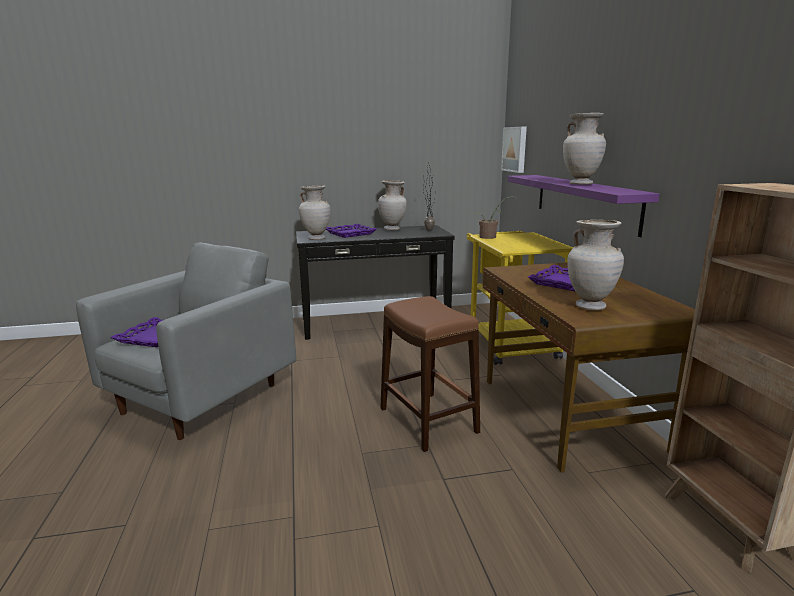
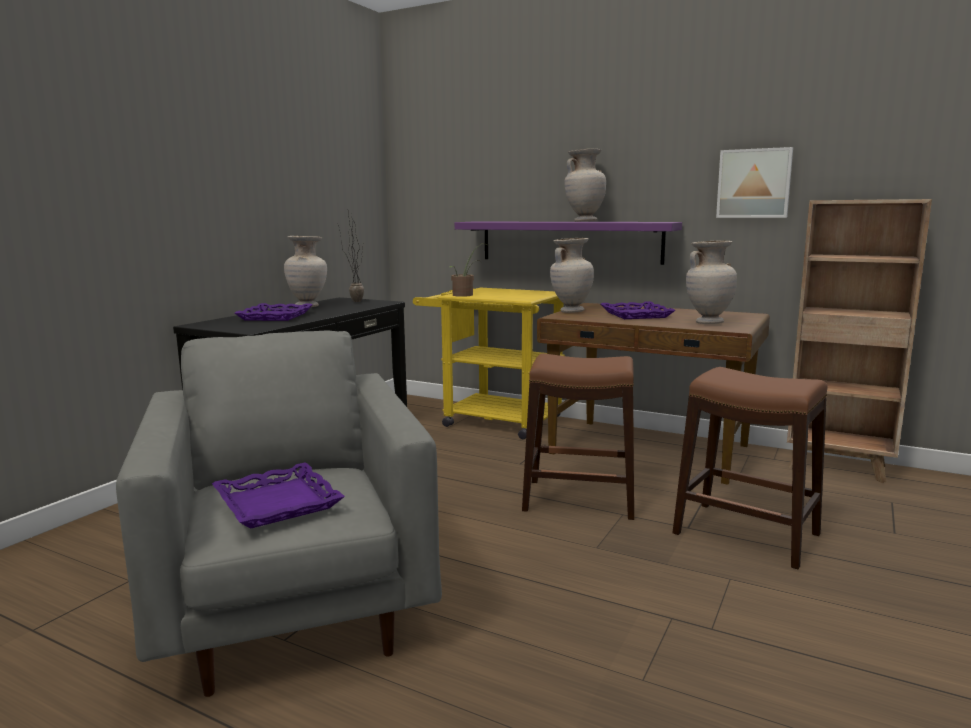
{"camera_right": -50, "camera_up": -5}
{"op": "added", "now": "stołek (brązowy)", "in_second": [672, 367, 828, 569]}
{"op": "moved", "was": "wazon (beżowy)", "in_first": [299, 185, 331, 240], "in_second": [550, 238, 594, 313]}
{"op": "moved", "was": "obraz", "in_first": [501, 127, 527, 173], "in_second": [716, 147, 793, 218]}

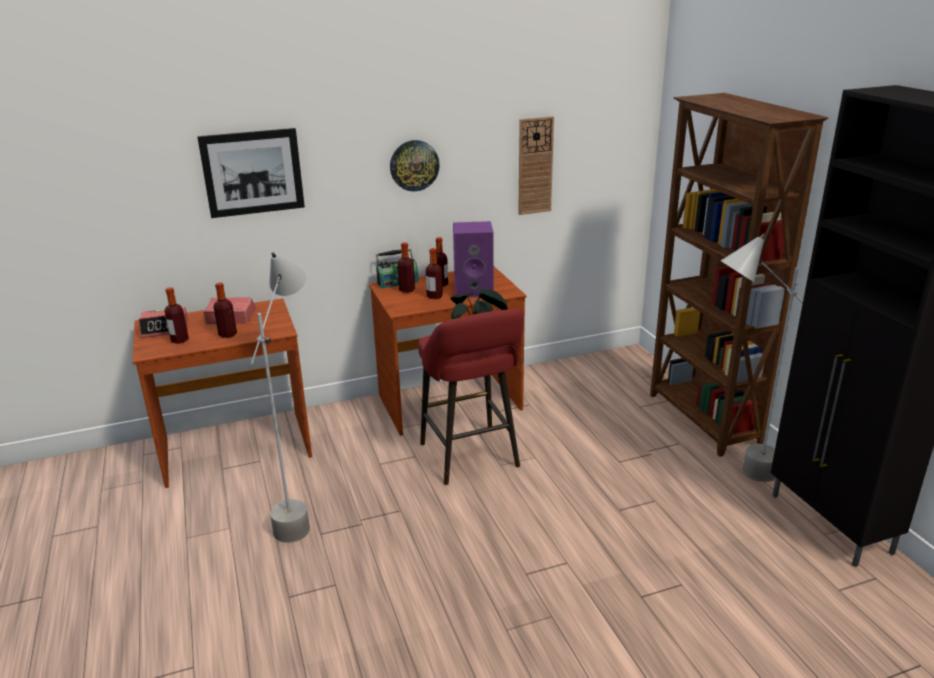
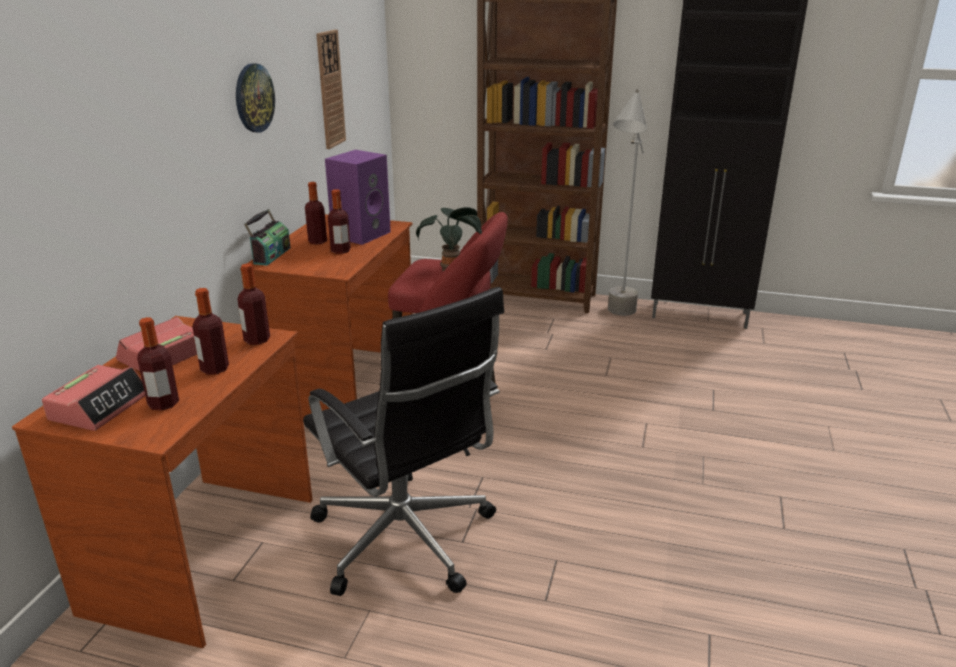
{"camera_right": -55, "camera_up": 0}
{"op": "removed", "was": "obraz", "in_first": [197, 128, 305, 218]}
{"op": "moved", "was": "butelka", "in_first": [398, 242, 415, 293], "in_second": [237, 263, 270, 345]}
{"op": "replaced", "was": "lampa stojąca (szary)", "now": "krzesło biurowe (czarny)", "in_first": [251, 252, 310, 543], "in_second": [303, 287, 504, 596]}

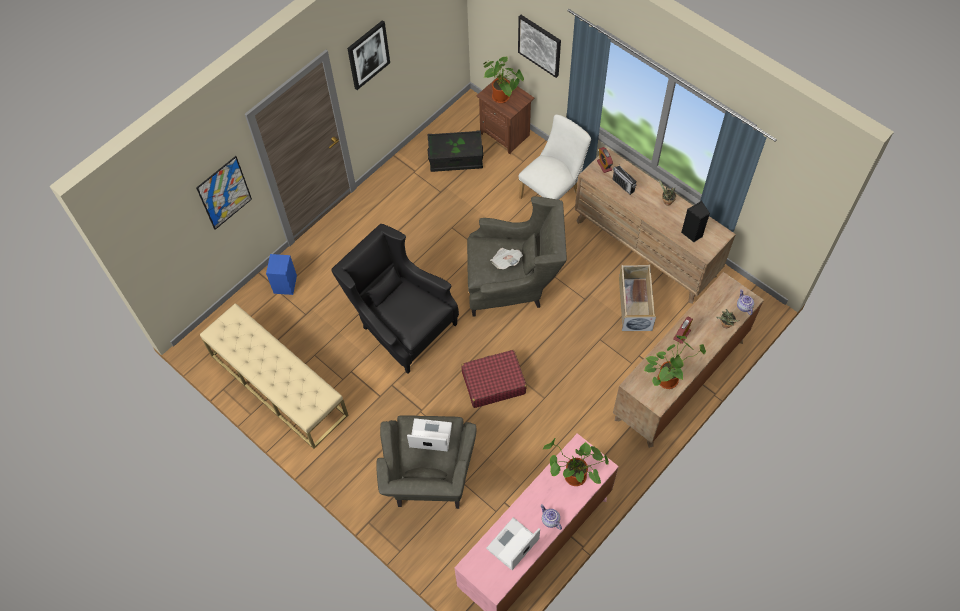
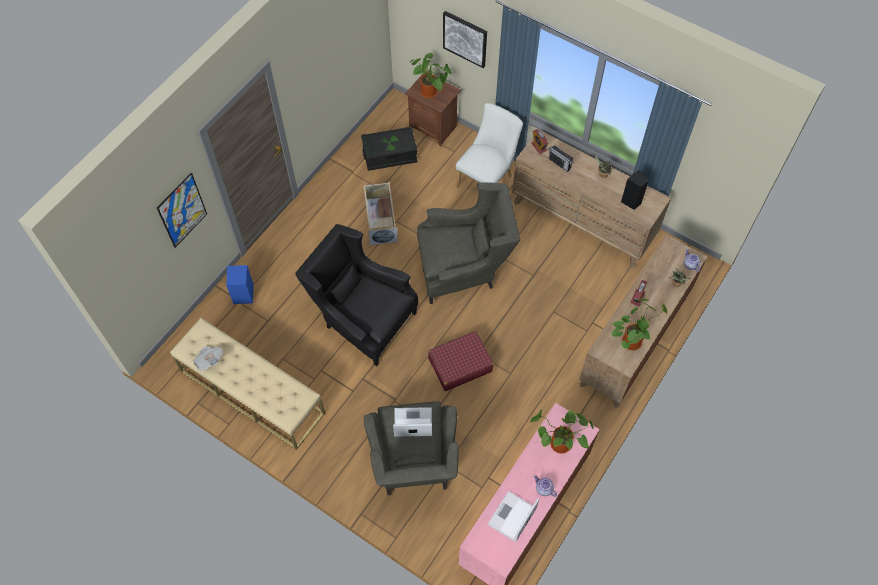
{"camera_right": -10, "camera_up": 0}
{"op": "removed", "was": "obraz", "in_first": [347, 20, 390, 90]}
{"op": "moved", "was": "gazeta", "in_first": [490, 248, 523, 269], "in_second": [193, 346, 223, 371]}
{"op": "moved", "was": "pojemnik do przechowywania (beżowy)", "in_first": [619, 264, 656, 331], "in_second": [363, 182, 398, 245]}

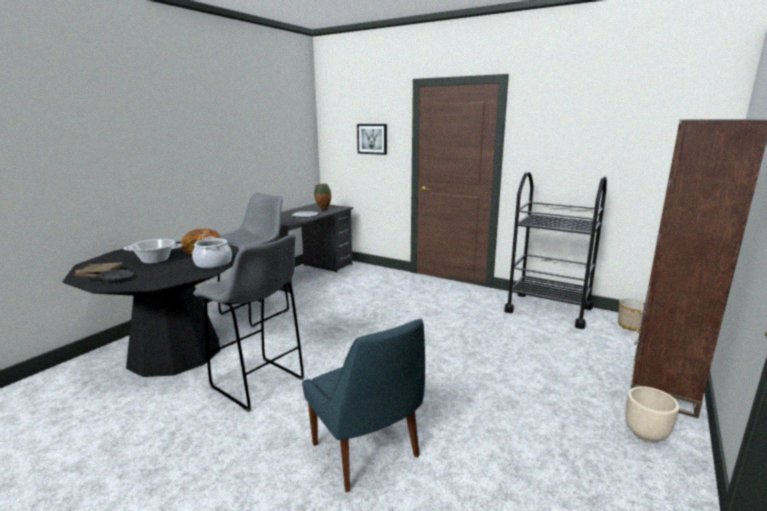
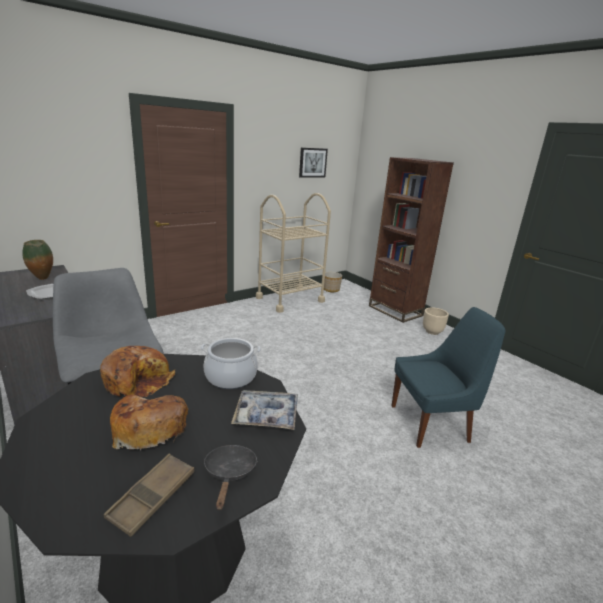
{"camera_right": -70, "camera_up": 5}
{"op": "removed", "was": "stołek (szary)", "in_first": [193, 234, 304, 412]}
{"op": "added", "now": "taca", "in_second": [231, 390, 298, 430]}
{"op": "moved", "was": "obraz", "in_first": [357, 124, 387, 155], "in_second": [299, 148, 328, 178]}
{"op": "replaced", "was": "garnek", "now": "chleb", "in_first": [124, 239, 182, 264], "in_second": [110, 394, 189, 451]}
{"op": "recoloured", "was": "wózek (czarny)", "now": "wózek (beżowy)", "in_first": [504, 172, 607, 329], "in_second": [256, 193, 331, 313]}

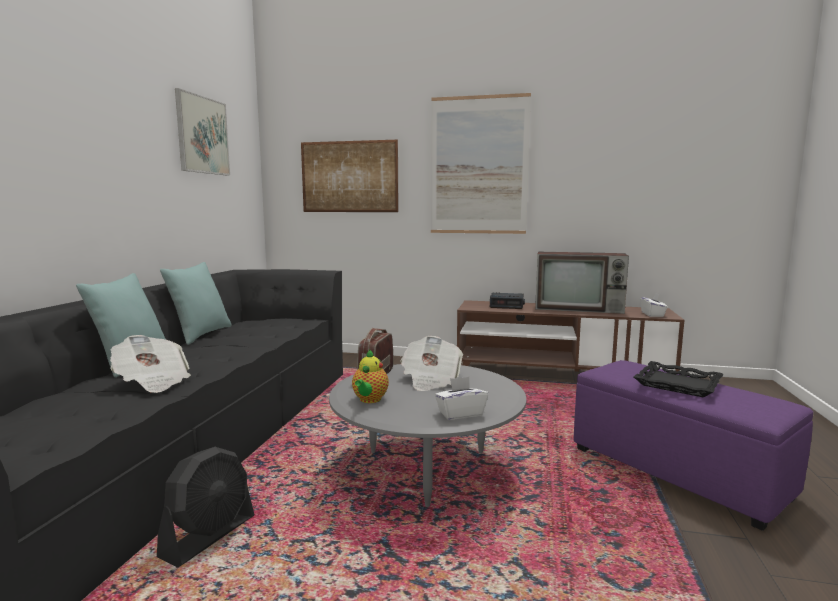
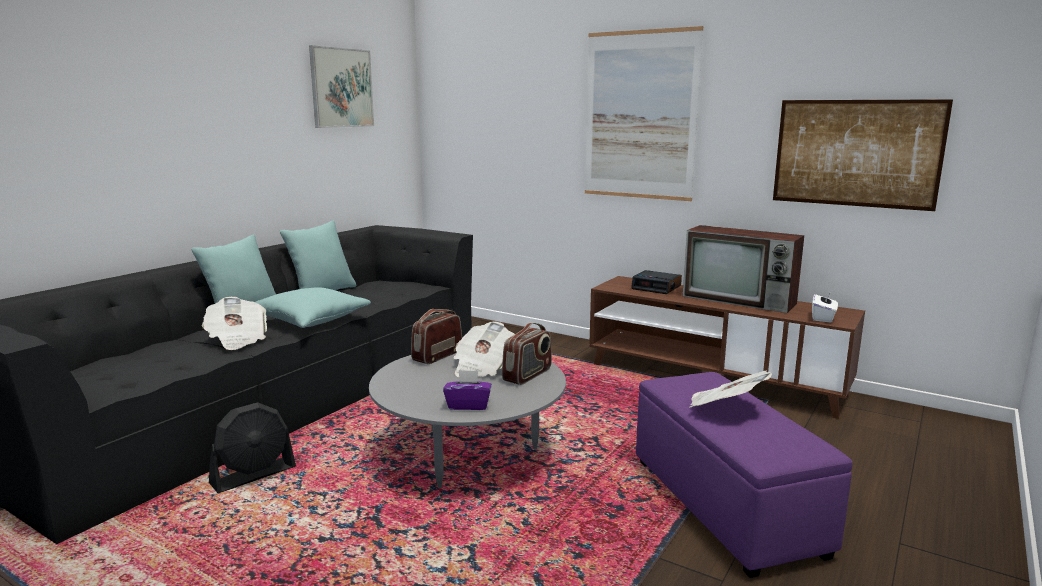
{"camera_right": 20, "camera_up": 5}
{"op": "removed", "was": "imbryk", "in_first": [352, 349, 389, 403]}
{"op": "added", "now": "poduszka (turkusowy)", "in_second": [256, 287, 371, 328]}
{"op": "added", "now": "radio", "in_second": [502, 323, 552, 385]}
{"op": "moved", "was": "obraz", "in_first": [301, 140, 399, 212], "in_second": [773, 99, 953, 211]}
{"op": "replaced", "was": "taca (czarny)", "now": "gazeta", "in_first": [634, 361, 724, 398], "in_second": [689, 370, 772, 408]}
{"op": "recoloured", "was": "pudełko chusteczek (biały)", "now": "pudełko chusteczek (fioletowy)", "in_first": [435, 377, 488, 420], "in_second": [443, 370, 492, 410]}

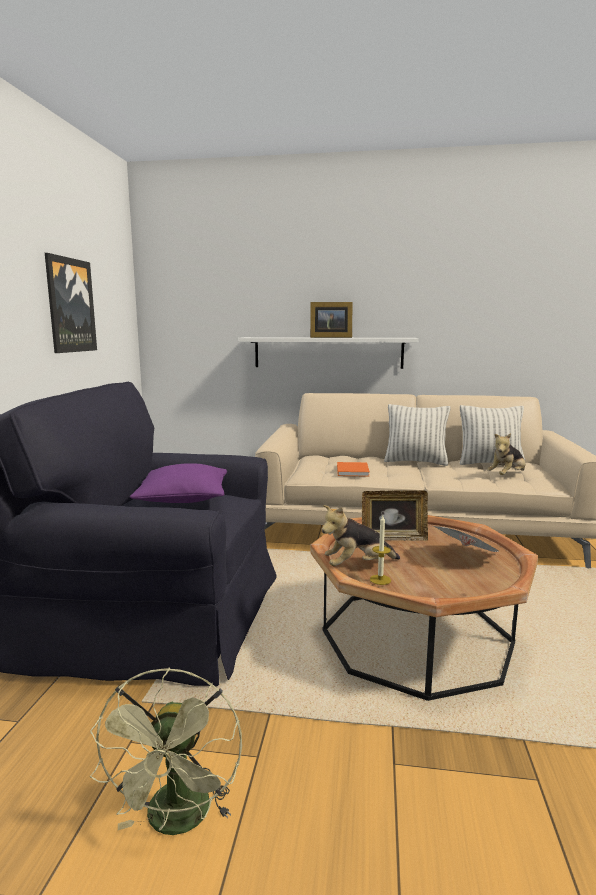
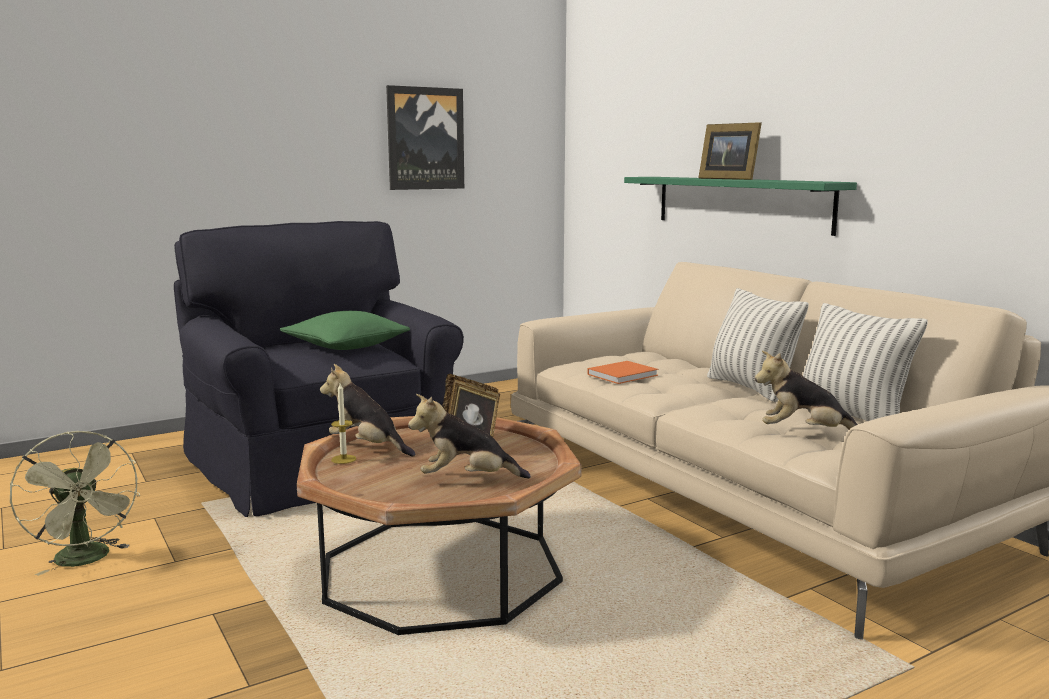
{"camera_right": 50, "camera_up": 0}
{"op": "replaced", "was": "gazeta", "now": "pluszak", "in_first": [433, 526, 498, 552], "in_second": [408, 394, 531, 478]}
{"op": "recoloured", "was": "poduszka (fioletowy)", "now": "poduszka (zielony)", "in_first": [130, 463, 227, 503], "in_second": [280, 311, 410, 350]}
{"op": "recoloured", "was": "półka (biały)", "now": "półka (zielony)", "in_first": [238, 337, 418, 369], "in_second": [624, 177, 857, 236]}
{"op": "turned", "was": "wentylator (zielony)", "in_first": [90, 667, 242, 835], "in_second": [10, 431, 140, 576], "clockwise": -90}

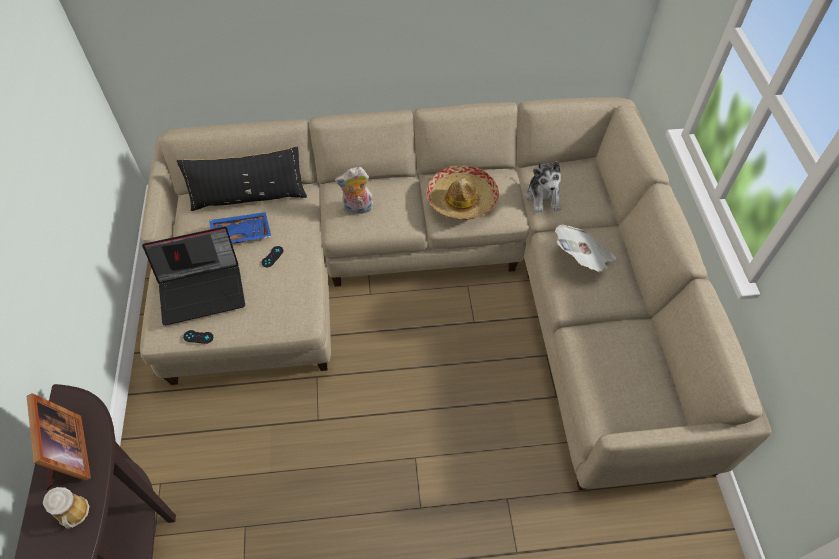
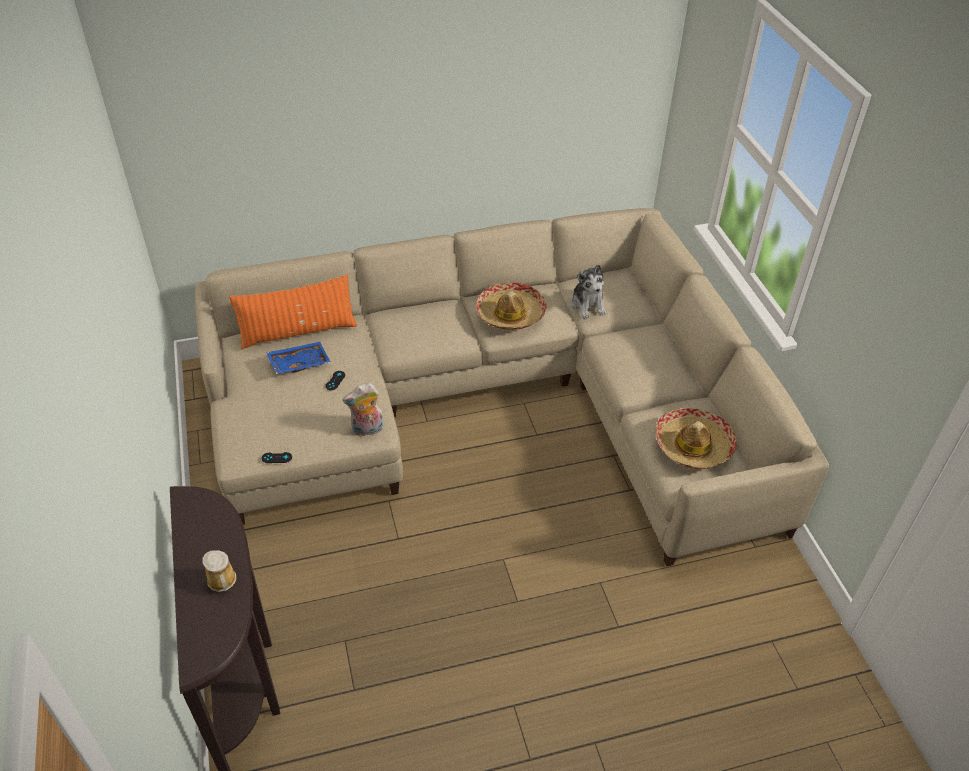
{"camera_right": -10, "camera_up": -10}
{"op": "removed", "was": "ramka na zdjęcie", "in_first": [27, 393, 91, 490]}
{"op": "removed", "was": "laptop", "in_first": [142, 227, 245, 325]}
{"op": "removed", "was": "gazeta", "in_first": [555, 224, 616, 272]}
{"op": "added", "now": "kapelusz", "in_second": [656, 408, 737, 469]}
{"op": "moved", "was": "pluszak", "in_first": [335, 167, 373, 215], "in_second": [342, 383, 384, 437]}
{"op": "recoloured", "was": "poduszka (czarny)", "now": "poduszka (pomarańczowy)", "in_first": [177, 146, 307, 211], "in_second": [229, 274, 357, 349]}

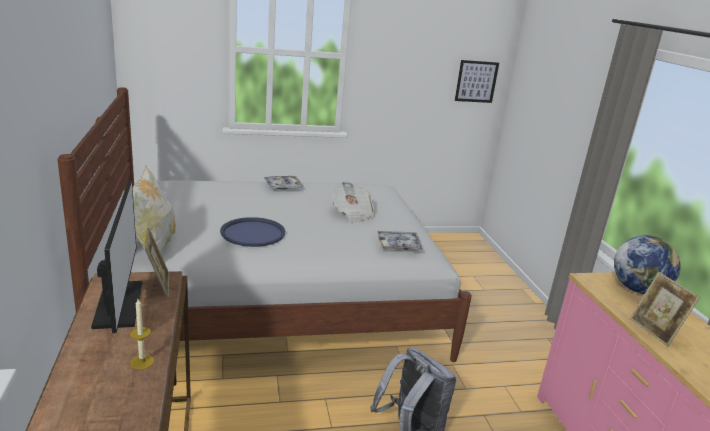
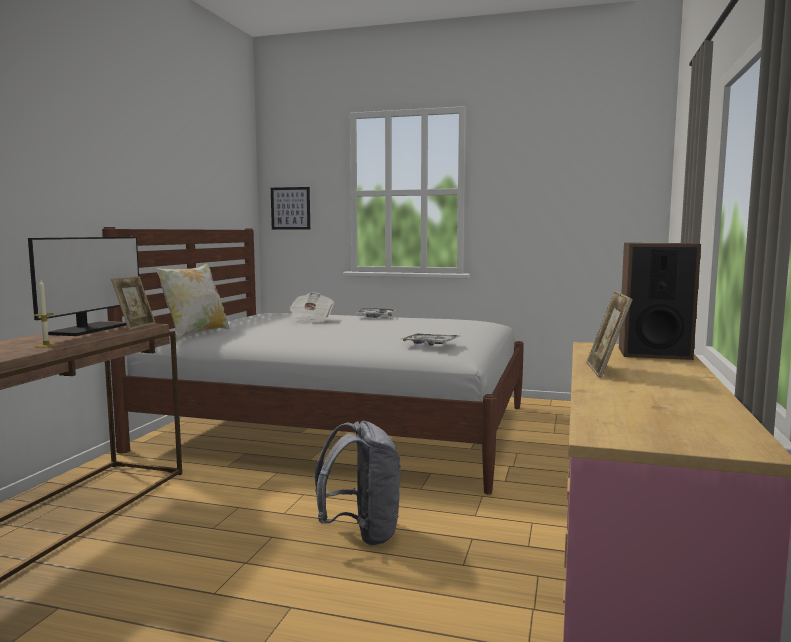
{"camera_right": 30, "camera_up": -15}
{"op": "removed", "was": "taca (niebieski)", "in_first": [220, 217, 285, 247]}
{"op": "moved", "was": "gazeta", "in_first": [332, 181, 374, 223], "in_second": [289, 293, 334, 324]}
{"op": "moved", "was": "obraz", "in_first": [455, 60, 499, 103], "in_second": [271, 187, 310, 230]}
{"op": "replaced", "was": "globus", "now": "głośnik", "in_first": [614, 235, 681, 294], "in_second": [619, 243, 701, 360]}

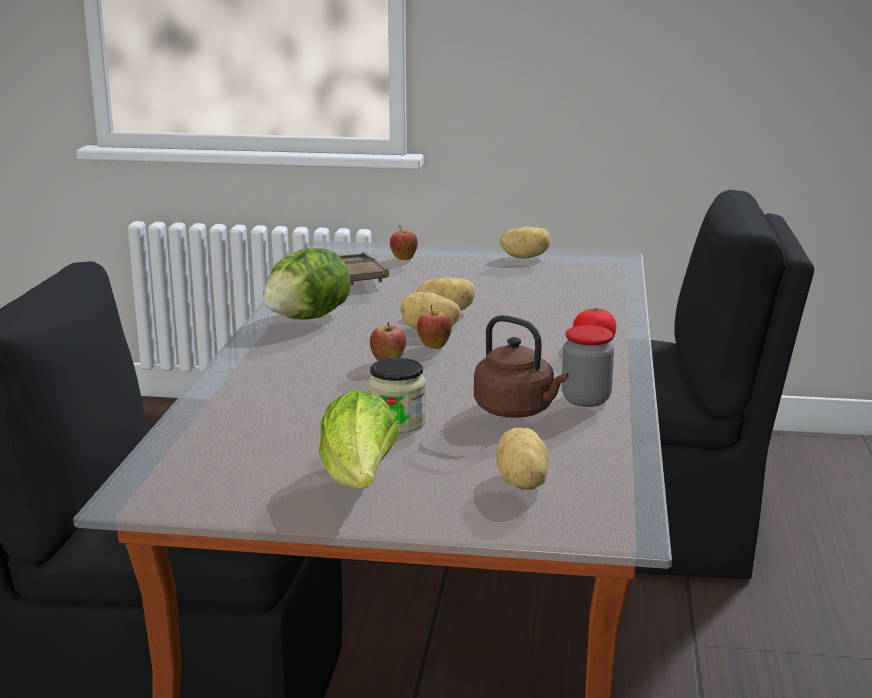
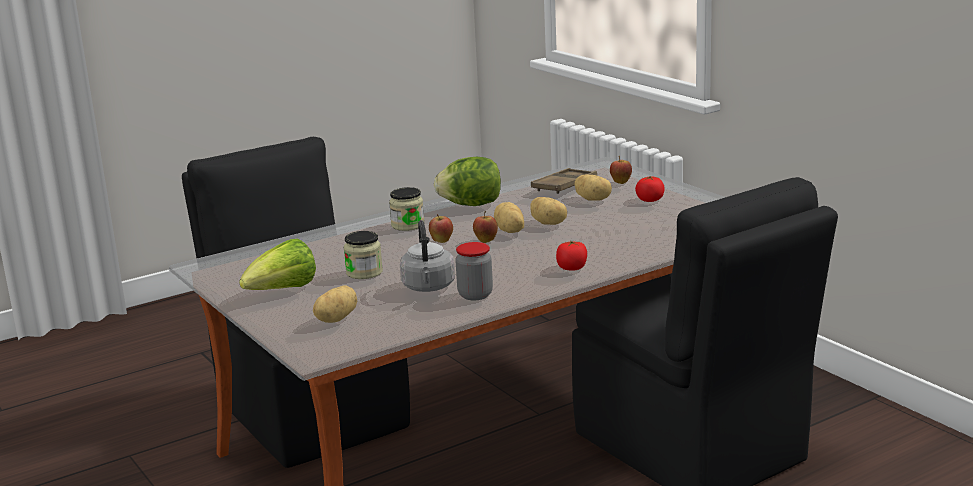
{"camera_right": 50, "camera_up": 0}
{"op": "added", "now": "słoik", "in_second": [389, 187, 424, 231]}
{"op": "added", "now": "pomidor", "in_second": [635, 176, 665, 202]}
{"op": "moved", "was": "ziemniak", "in_first": [500, 227, 550, 259], "in_second": [575, 175, 612, 201]}
{"op": "recoloured", "was": "czajnik (brązowy)", "now": "czajnik (szary)", "in_first": [474, 315, 569, 418], "in_second": [400, 220, 455, 292]}

